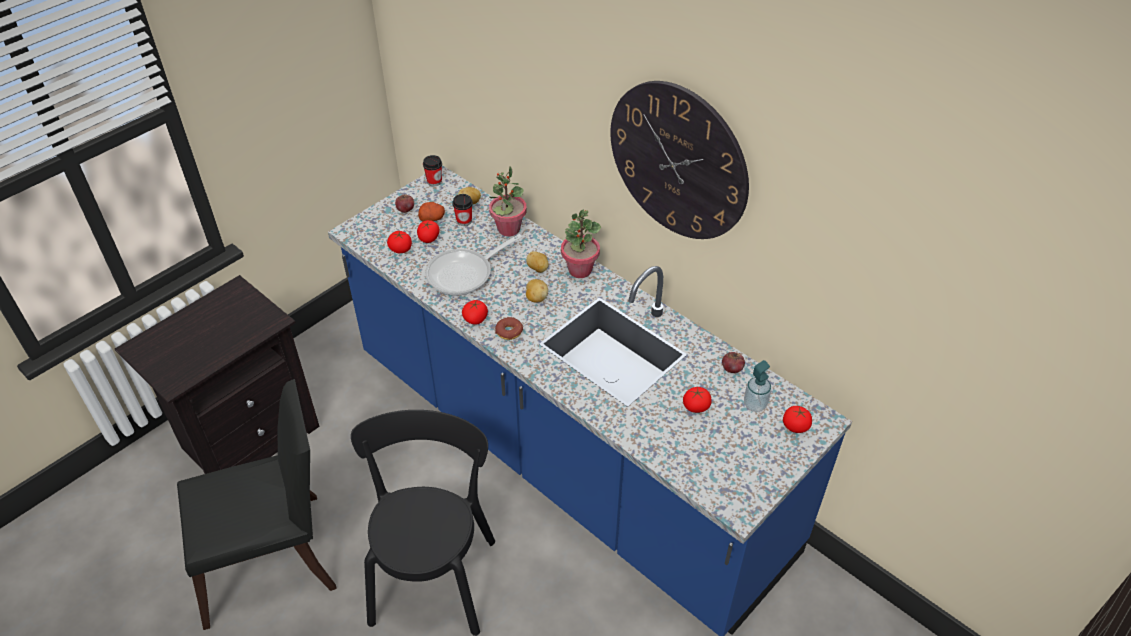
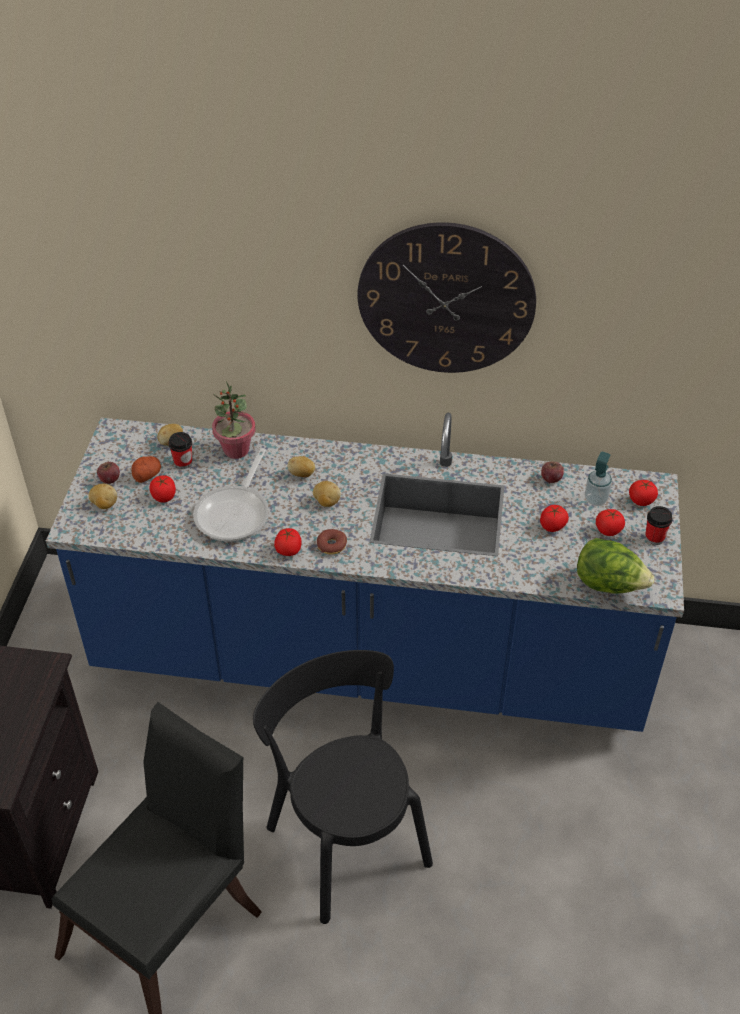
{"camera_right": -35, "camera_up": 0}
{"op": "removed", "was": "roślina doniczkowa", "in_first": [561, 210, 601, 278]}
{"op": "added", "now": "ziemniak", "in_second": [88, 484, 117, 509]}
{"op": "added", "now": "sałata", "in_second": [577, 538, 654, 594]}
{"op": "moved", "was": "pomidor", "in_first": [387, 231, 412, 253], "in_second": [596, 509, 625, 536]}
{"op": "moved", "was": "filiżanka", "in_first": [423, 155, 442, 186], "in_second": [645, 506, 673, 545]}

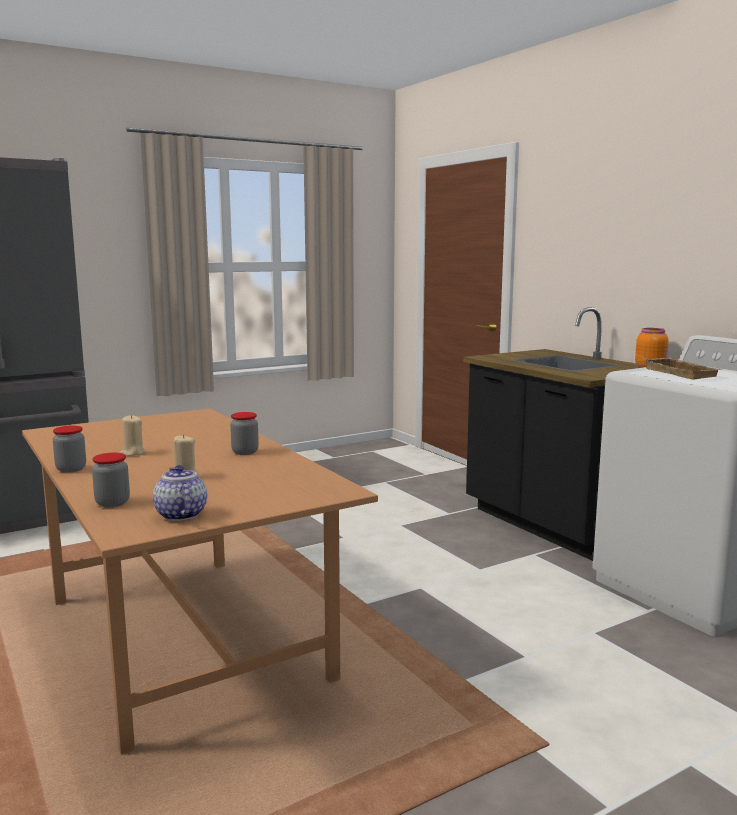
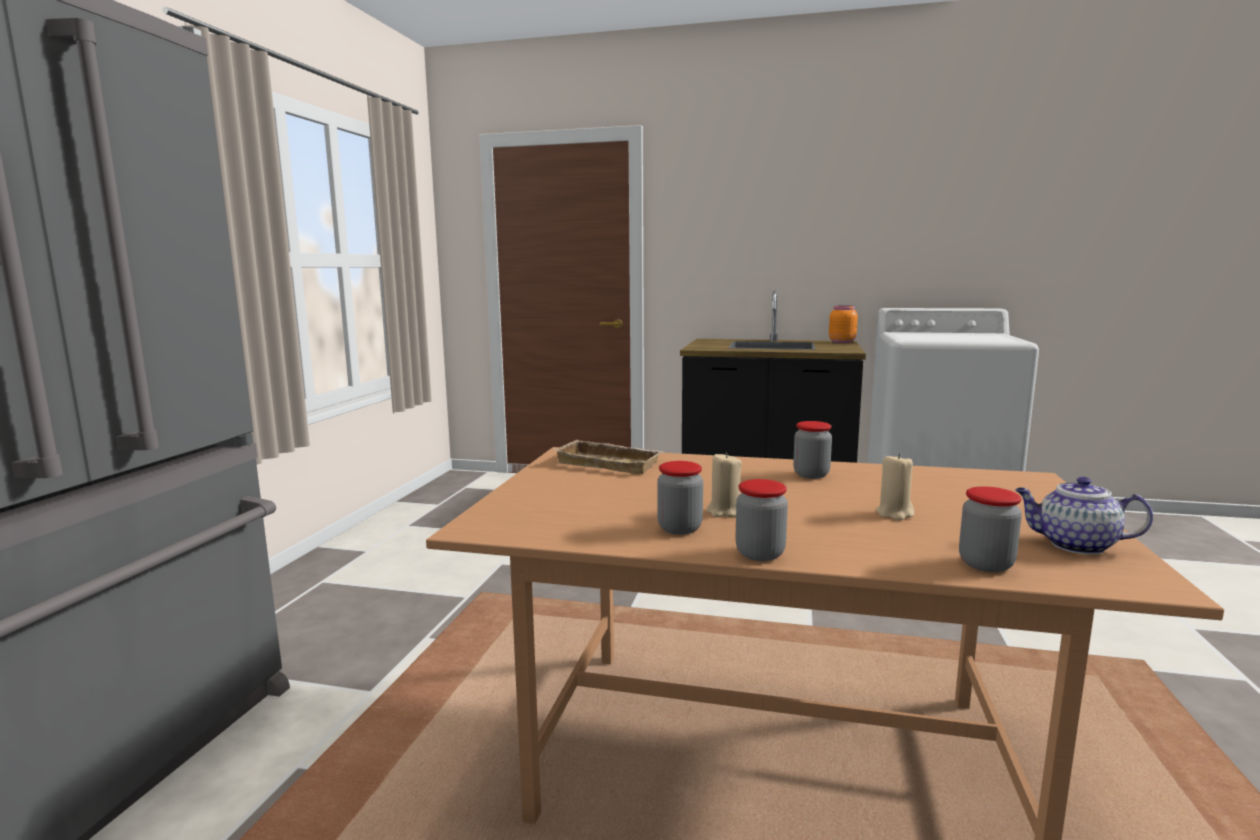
{"camera_right": -45, "camera_up": 0}
{"op": "added", "now": "słoik", "in_second": [657, 461, 703, 535]}
{"op": "moved", "was": "taca (beżowy)", "in_first": [643, 358, 722, 379], "in_second": [552, 440, 664, 474]}

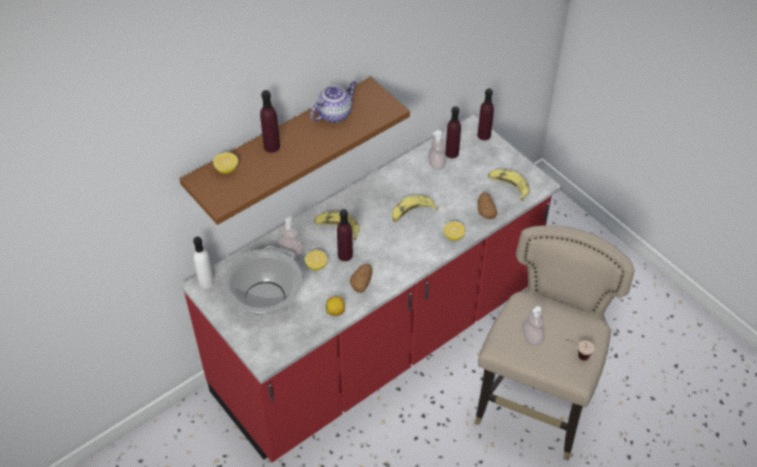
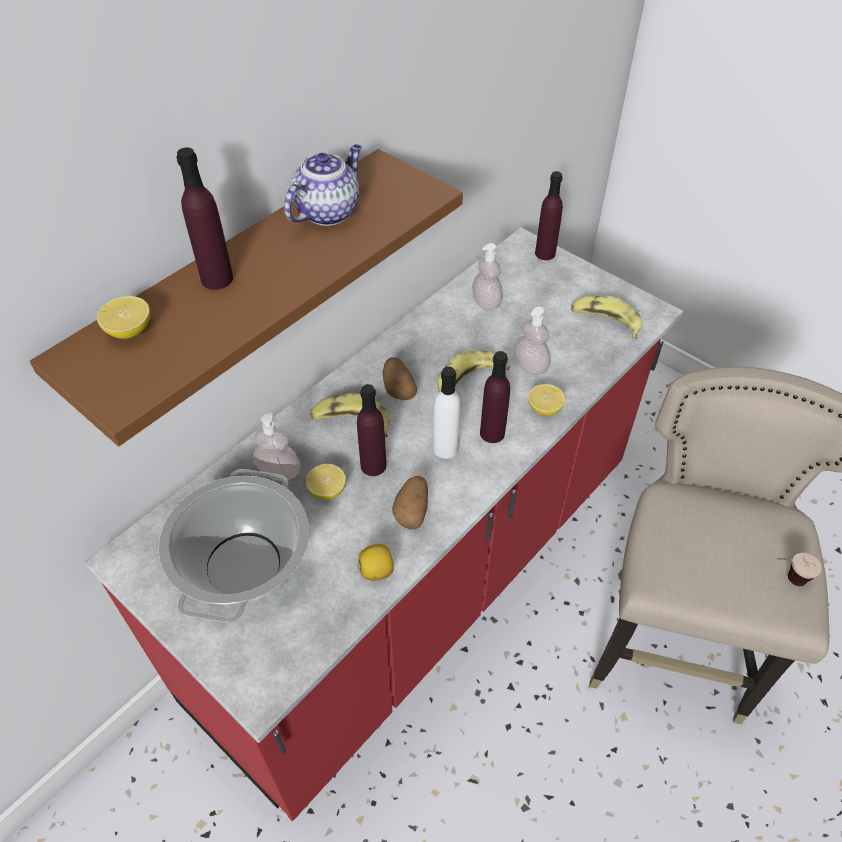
{"camera_right": -10, "camera_up": 0}
{"op": "moved", "was": "butelka (biały)", "in_first": [193, 237, 214, 289], "in_second": [433, 367, 461, 459]}
{"op": "moved", "was": "butelka (fioletowy)", "in_first": [445, 106, 461, 158], "in_second": [480, 351, 510, 443]}
{"op": "moved", "was": "ziemniak", "in_first": [478, 192, 497, 219], "in_second": [382, 357, 417, 400]}
{"op": "moved", "was": "dozownik mydła", "in_first": [522, 306, 545, 345], "in_second": [514, 307, 551, 375]}

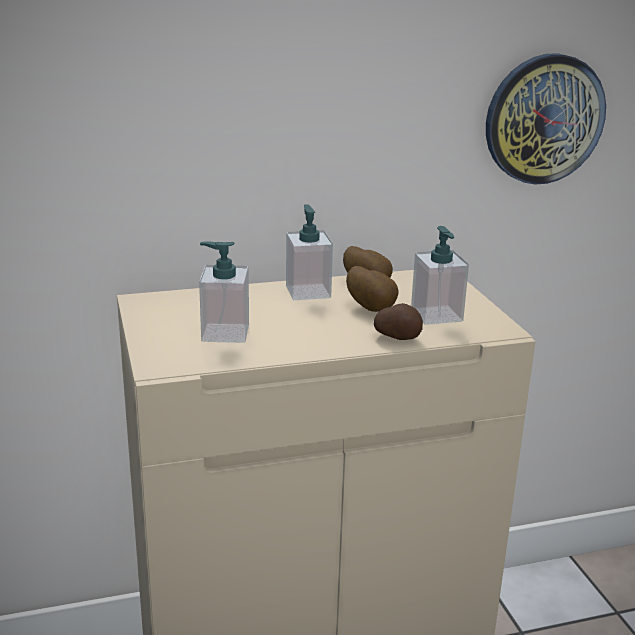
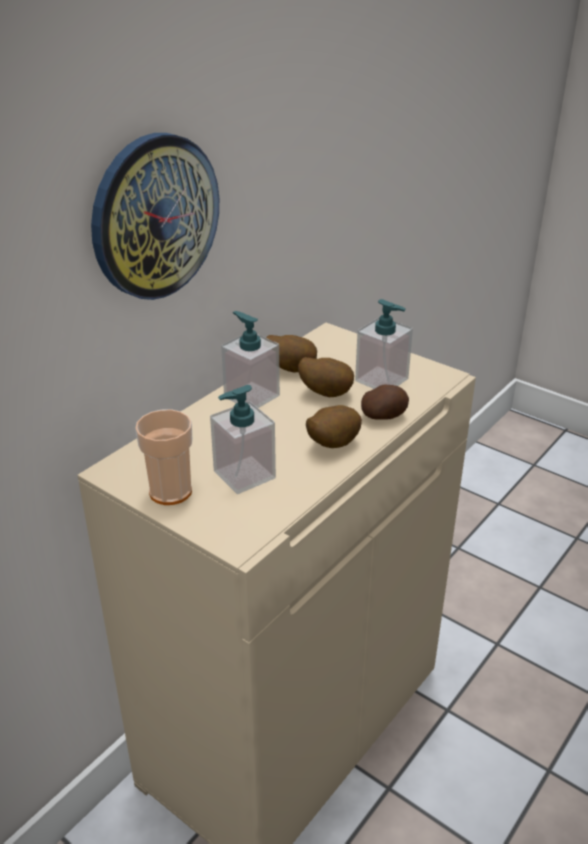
{"camera_right": -35, "camera_up": 10}
{"op": "added", "now": "filiżanka", "in_second": [135, 409, 192, 505]}
{"op": "added", "now": "ziemniak", "in_second": [306, 405, 362, 448]}
{"op": "moved", "was": "zegar ścienny", "in_first": [486, 54, 606, 184], "in_second": [91, 133, 219, 300]}

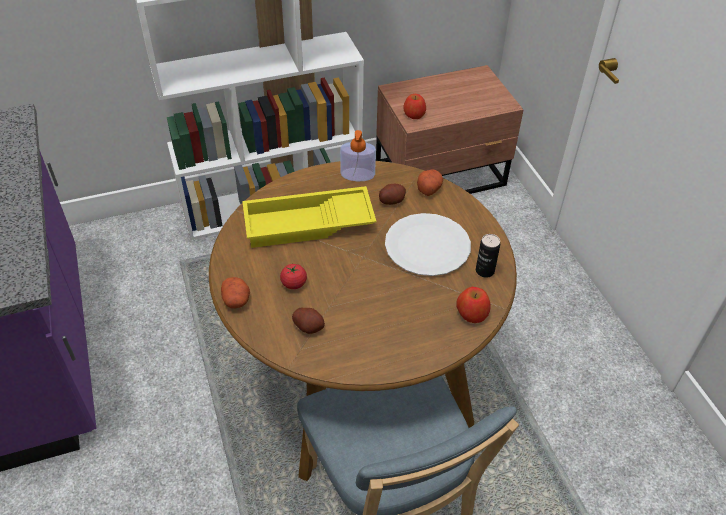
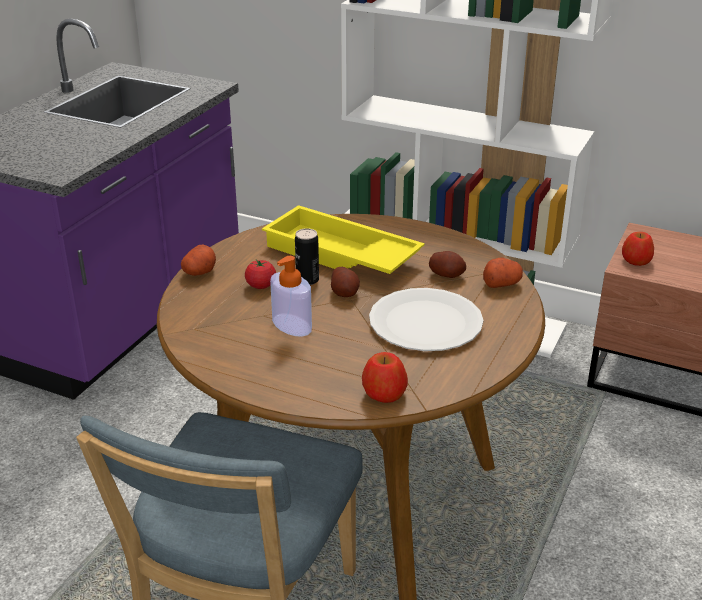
{"camera_right": 45, "camera_up": -15}
{"op": "moved", "was": "ziemniak", "in_first": [292, 308, 325, 334], "in_second": [331, 267, 360, 297]}
{"op": "moved", "was": "dozownik mydła", "in_first": [340, 130, 376, 181], "in_second": [270, 256, 312, 337]}
{"op": "moved", "was": "puszka", "in_first": [476, 234, 500, 278], "in_second": [295, 228, 319, 285]}

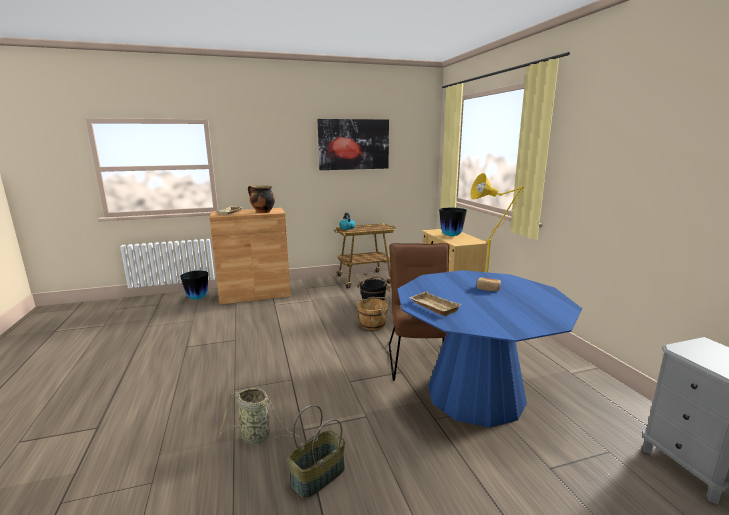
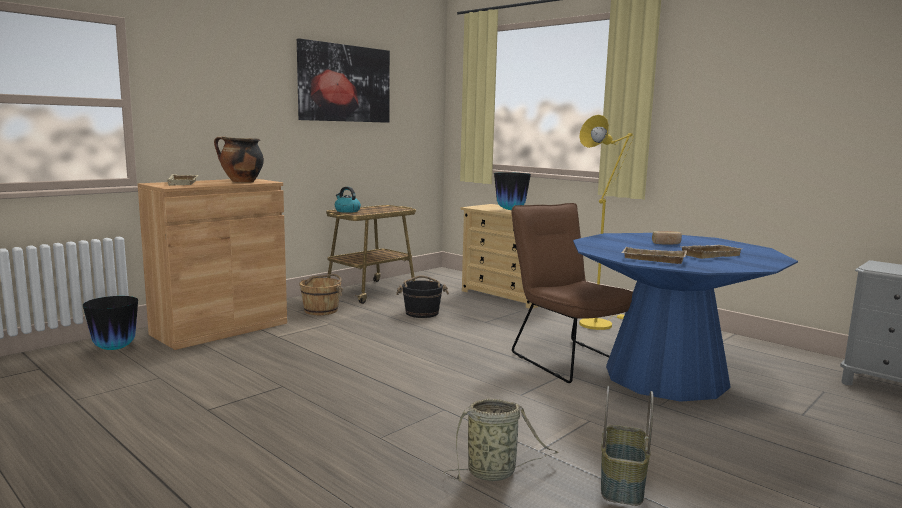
{"camera_right": -30, "camera_up": -5}
{"op": "added", "now": "taca (beżowy)", "in_second": [679, 245, 742, 259]}
{"op": "moved", "was": "wiadro (brązowy)", "in_first": [357, 297, 389, 330], "in_second": [299, 274, 343, 315]}

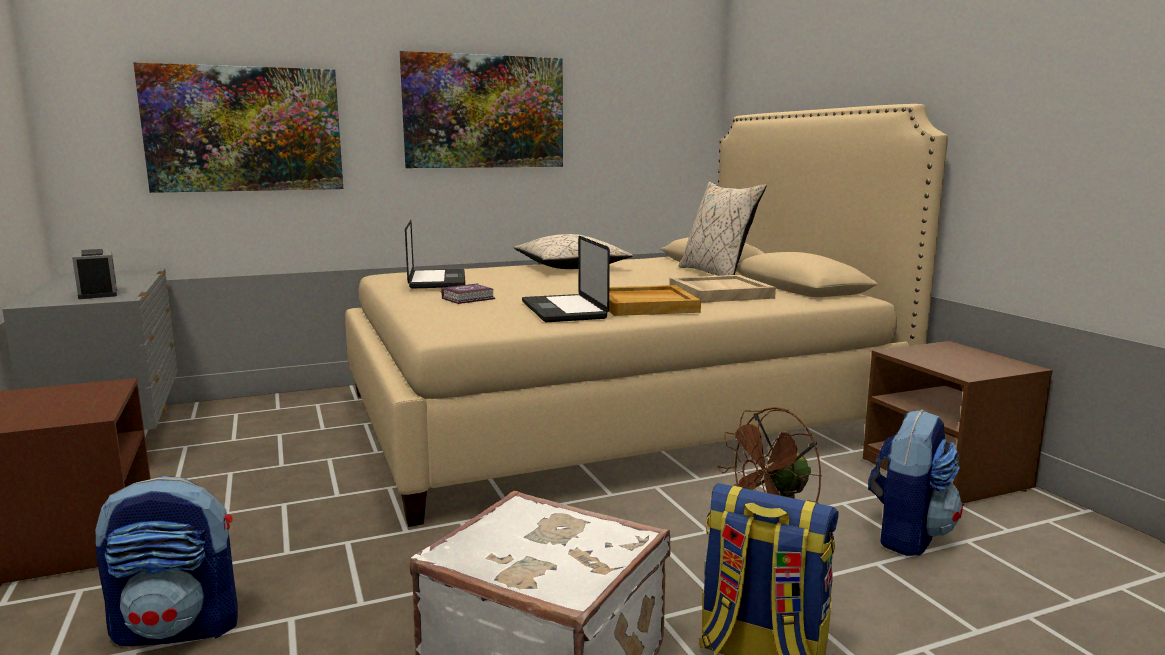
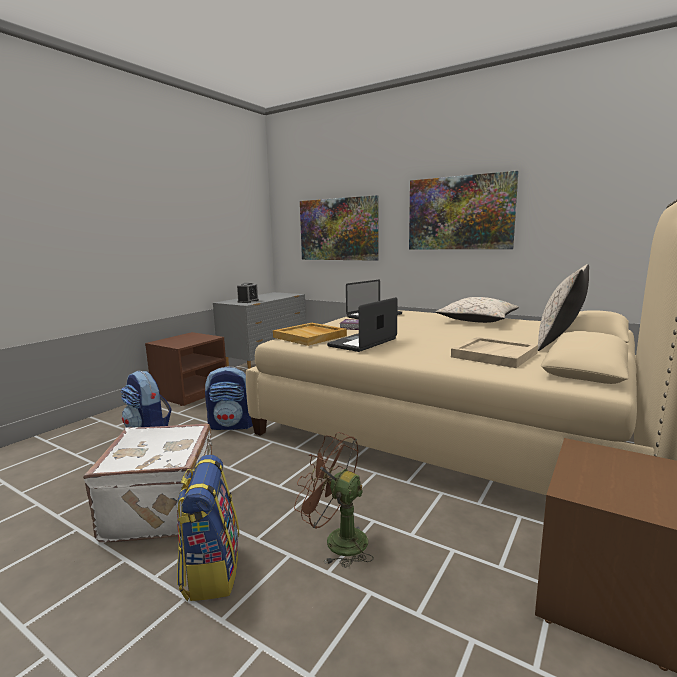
{"camera_right": 55, "camera_up": 0}
{"op": "moved", "was": "taca (beżowy)", "in_first": [609, 285, 701, 316], "in_second": [273, 323, 347, 346]}
{"op": "moved", "was": "plecak", "in_first": [868, 409, 963, 556], "in_second": [205, 366, 253, 430]}

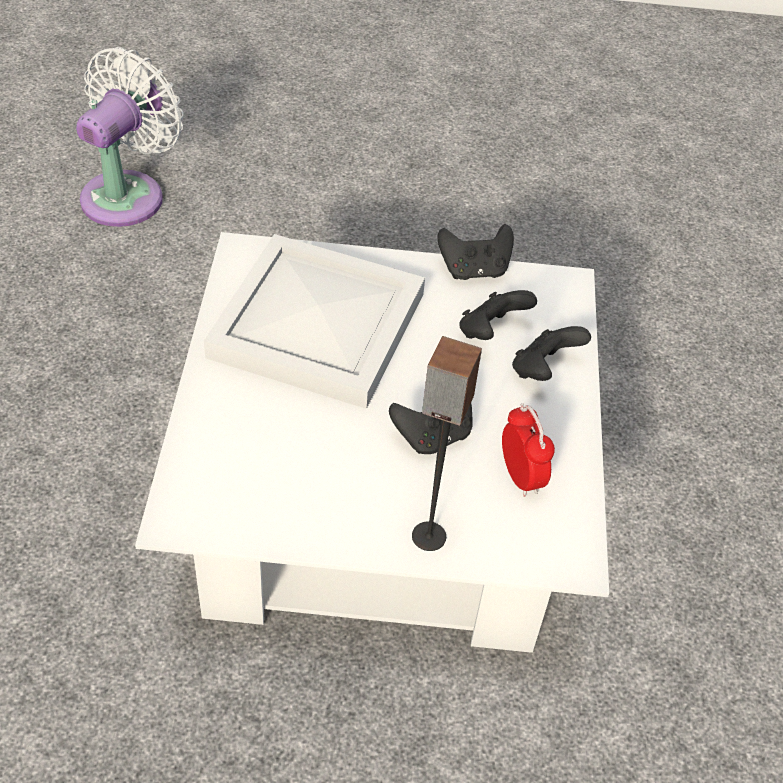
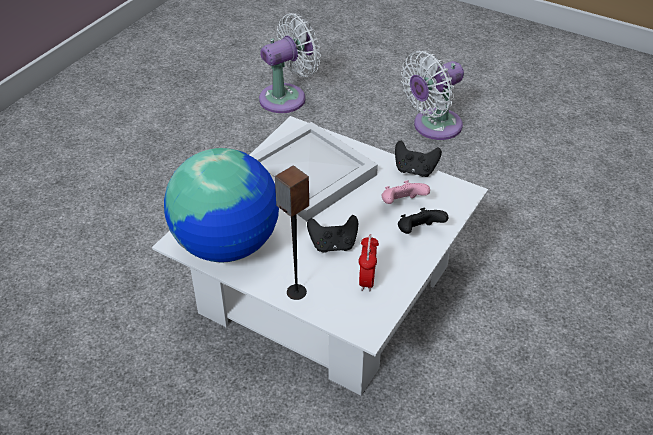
{"camera_right": 30, "camera_up": -5}
{"op": "added", "now": "globus", "in_second": [164, 148, 279, 262]}
{"op": "added", "now": "wentylator (biały)", "in_second": [401, 51, 464, 140]}
{"op": "recoloured", "was": "pad do gier (czarny)", "now": "pad do gier (różowy)", "in_first": [459, 290, 537, 340], "in_second": [382, 180, 430, 204]}

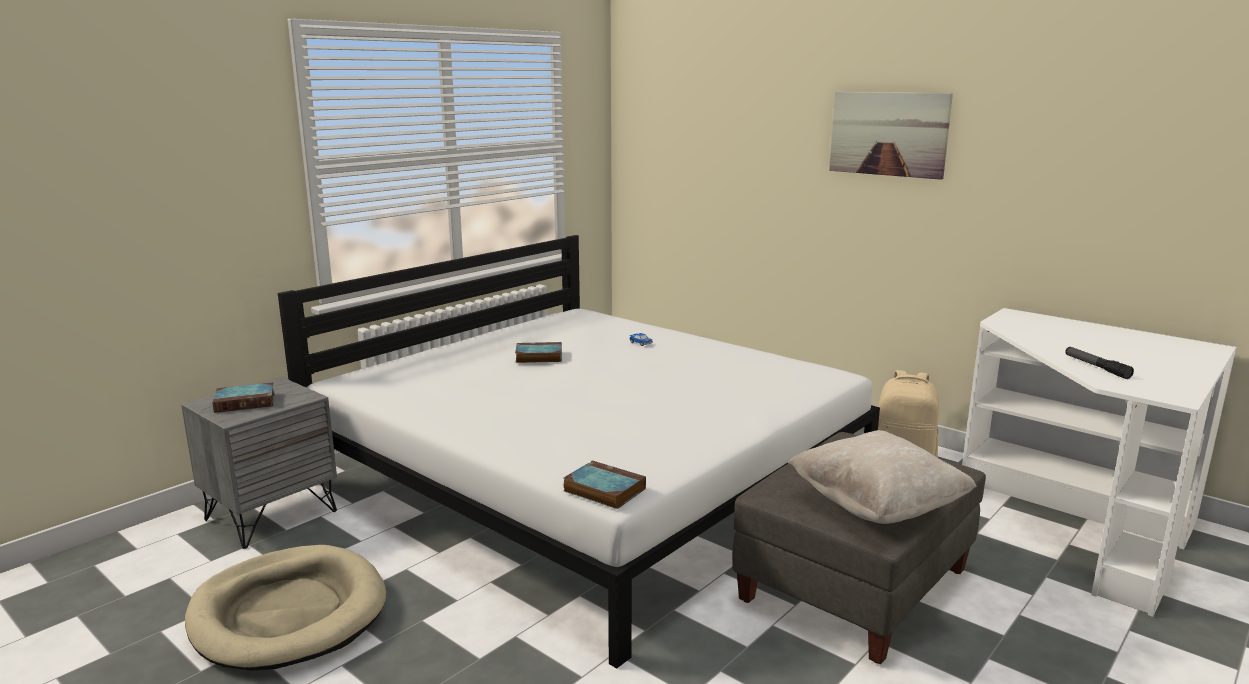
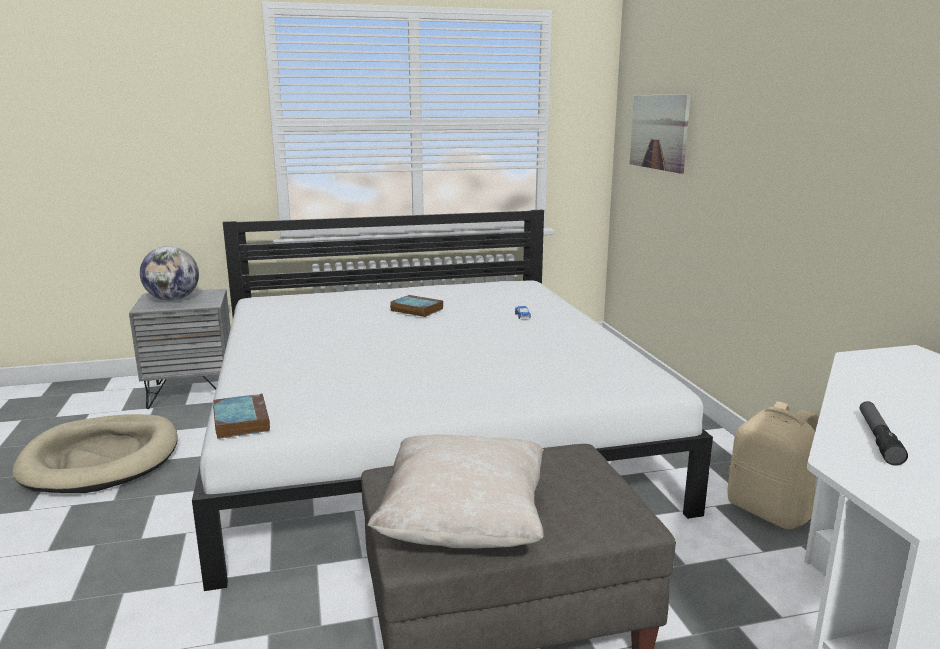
{"camera_right": 35, "camera_up": 0}
{"op": "moved", "was": "obraz", "in_first": [829, 92, 953, 180], "in_second": [630, 94, 691, 174]}
{"op": "replaced", "was": "książka", "now": "globus", "in_first": [212, 382, 275, 413], "in_second": [140, 246, 199, 301]}

